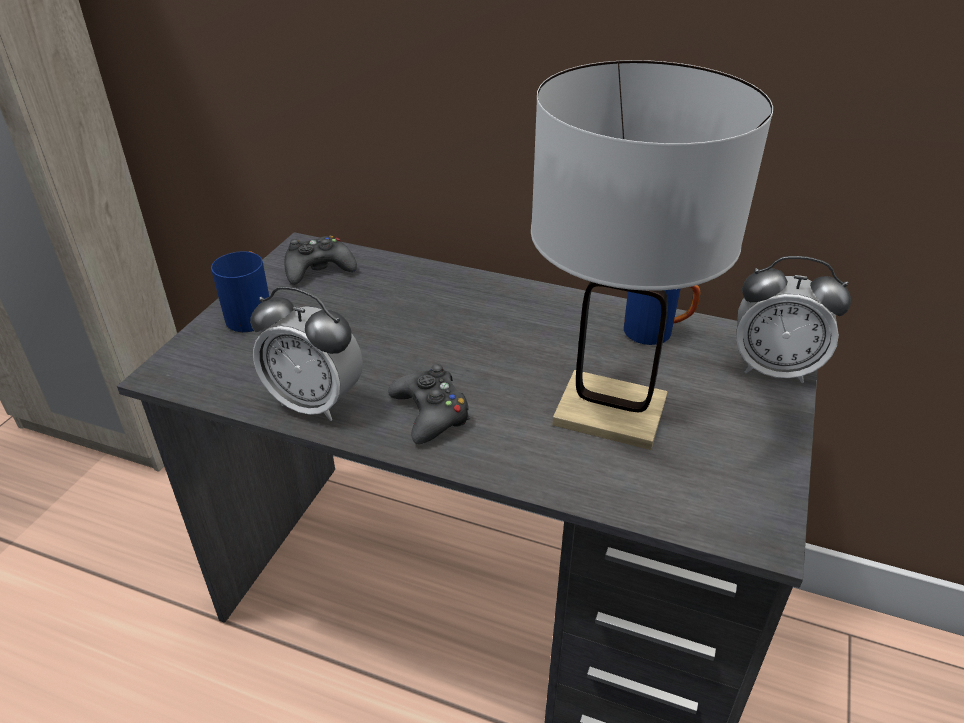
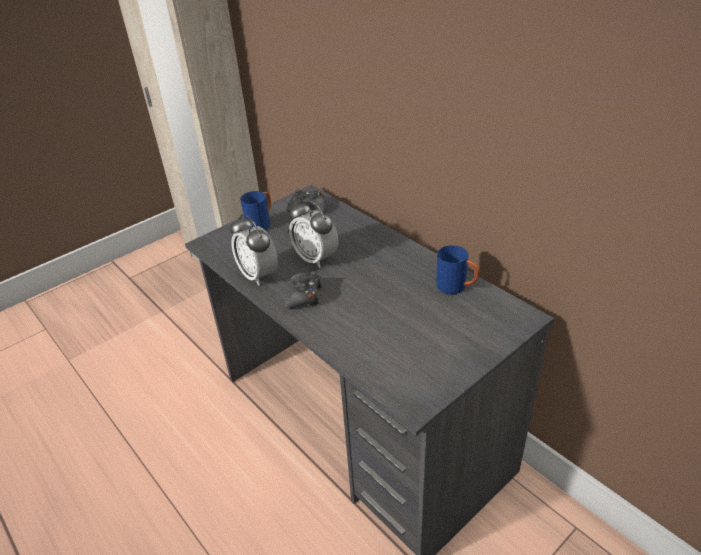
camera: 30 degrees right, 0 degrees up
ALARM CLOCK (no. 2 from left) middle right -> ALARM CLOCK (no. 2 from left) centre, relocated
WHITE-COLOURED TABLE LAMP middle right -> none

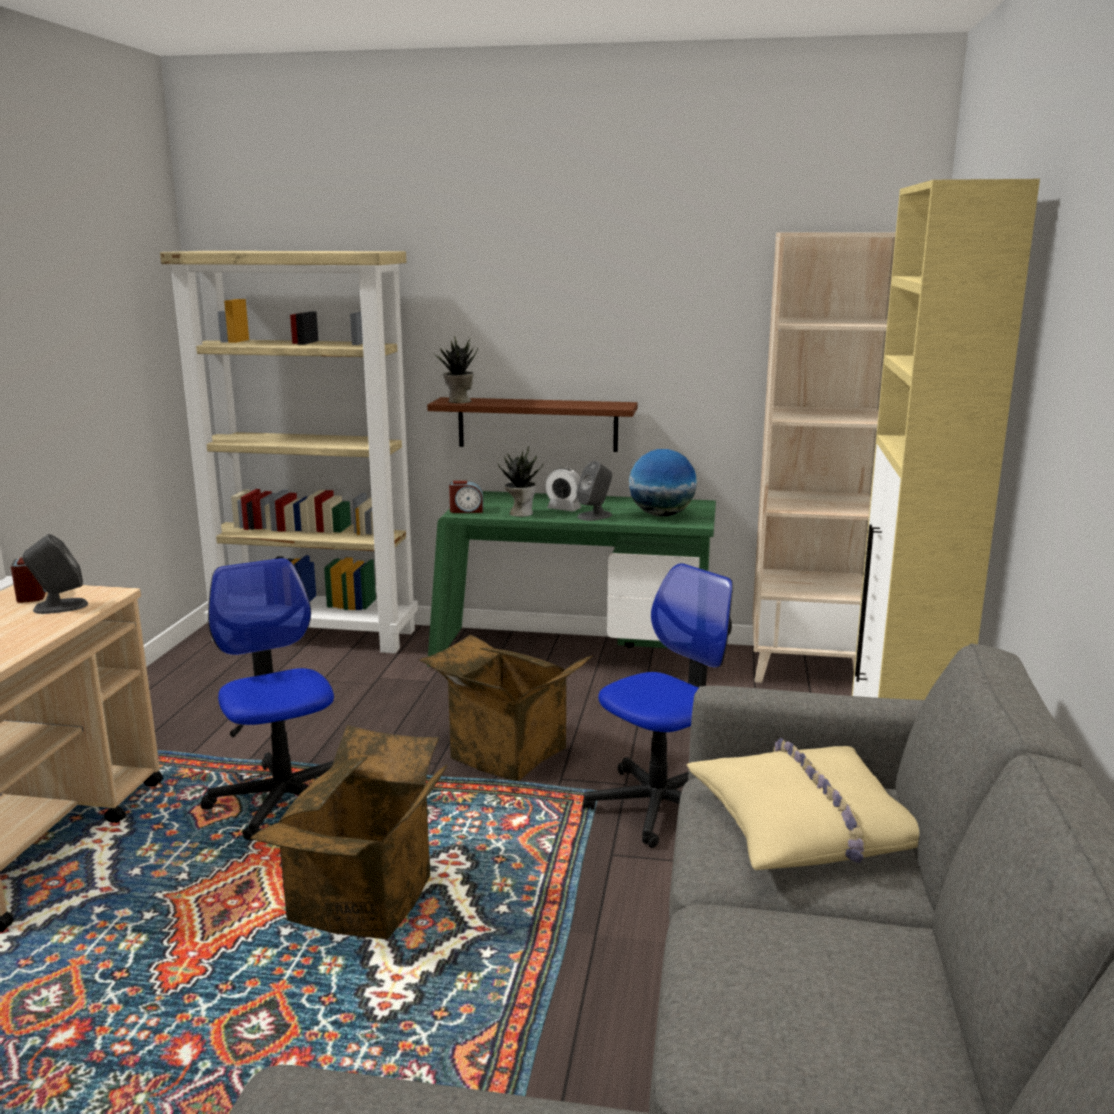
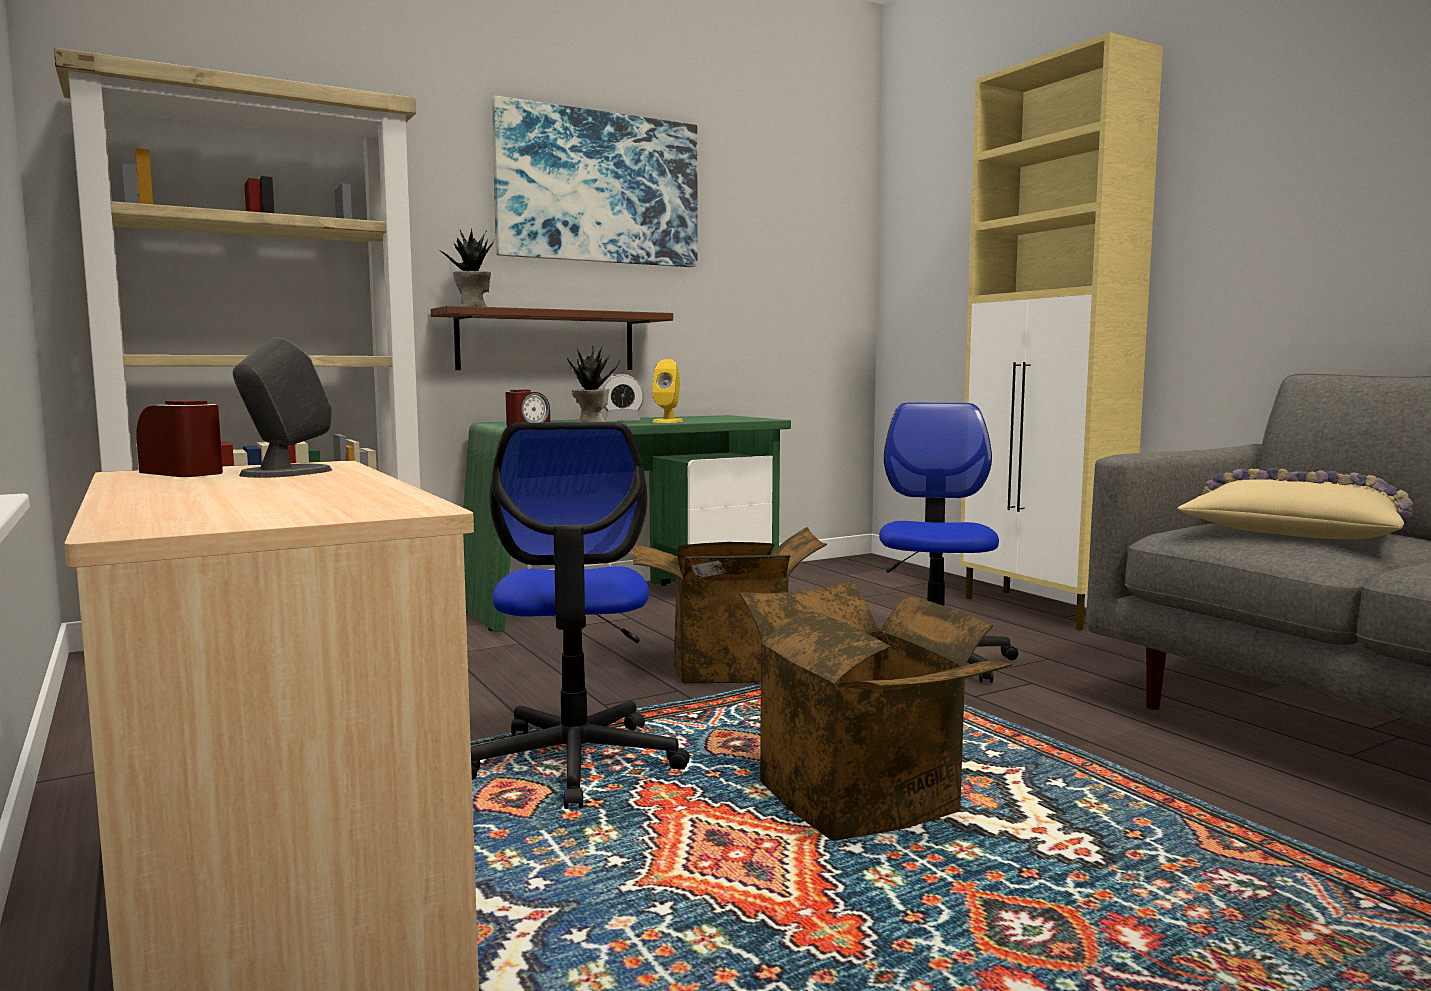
camera: 40 degrees left, 10 degrees down
COMPUTER CHAIR (no. 1 from left) middle left -> COMPUTER CHAIR (no. 1 from left) centre, 120 degrees counterclockwise
none -> PICTURE top centre
GREYISH LOUDSPEAKER (no. 2 from left) centre -> YELLOW-COLOURED LOUDSPEAKER centre
DESK GLOBE centre -> none
BEIGE-COLOURED BOOKCASE (no. 2 from left) middle right -> none

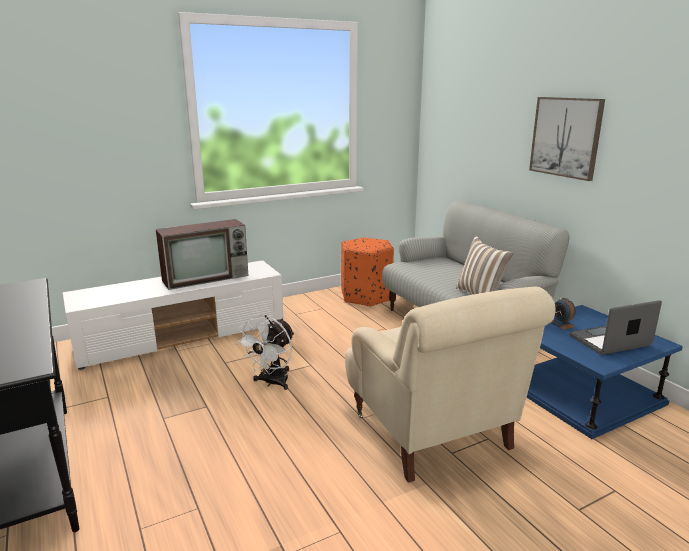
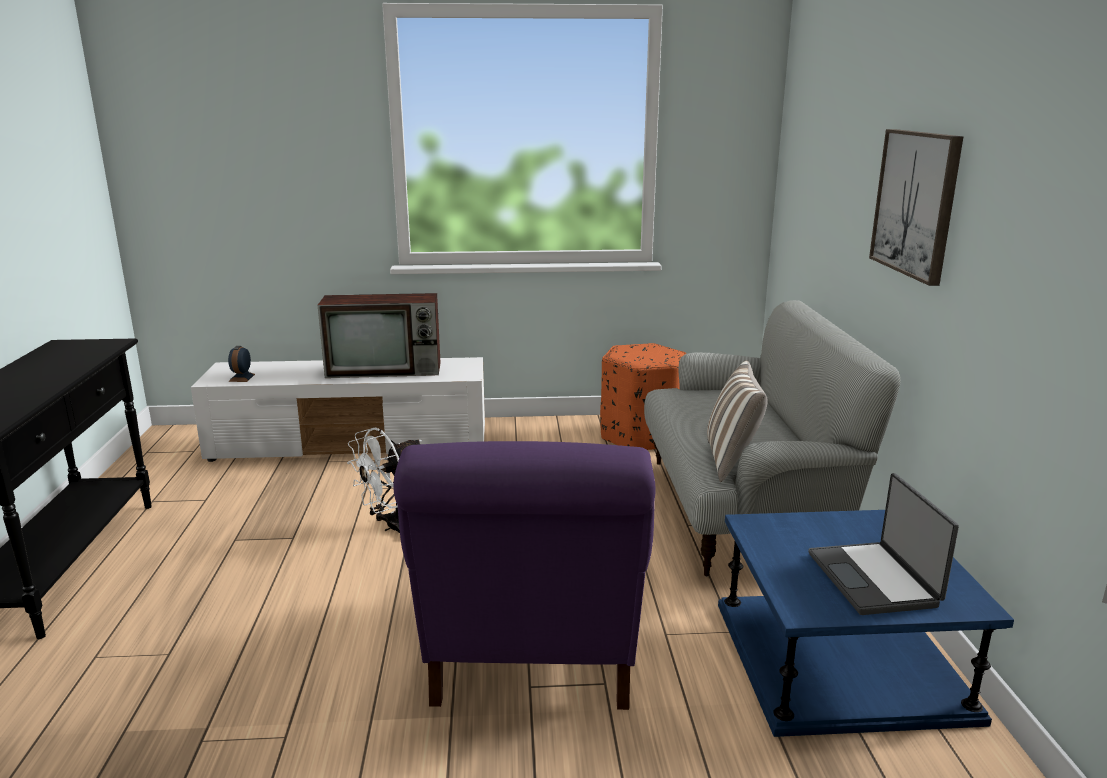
camera: 25 degrees right, 0 degrees up
ALARM CLOCK middle right -> ALARM CLOCK middle left, relocated
BEIGE-COLOURED ARMCHAIR bottom centre -> PURPLE-COLOURED ARMCHAIR bottom centre
NOTEBOOK COMPUTER middle right -> NOTEBOOK COMPUTER bottom right, 105 degrees counterclockwise

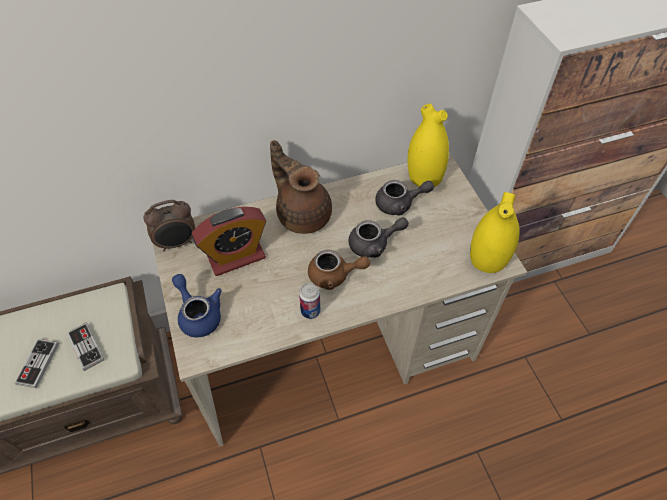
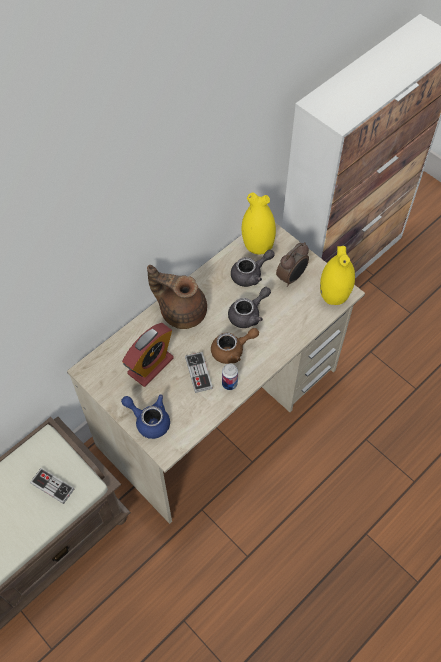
camera: 25 degrees left, 5 degrees up
JOYPAD (no. 1 from left in the first image) bottom left -> JOYPAD (no. 2 from left) centre, relocated
ALARM CLOCK (no. 1 from left in the first image) middle left -> ALARM CLOCK (no. 2 from left) centre, relocated

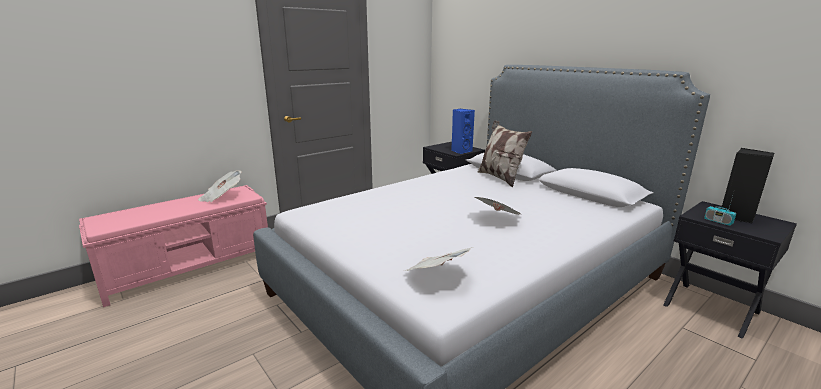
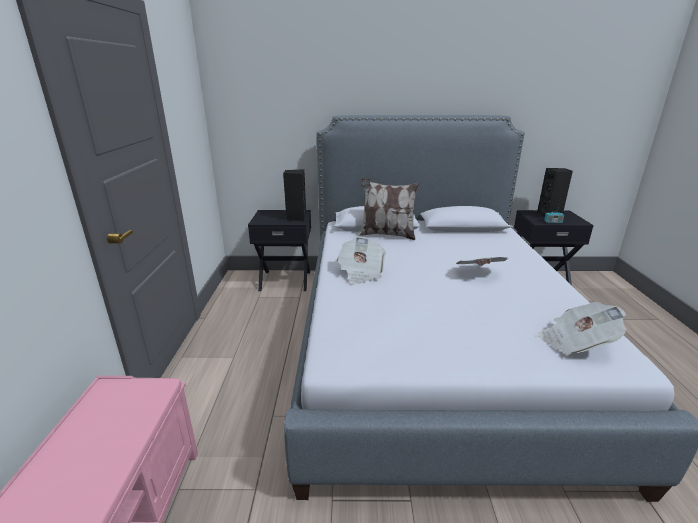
camera: 50 degrees left, 5 degrees up
BLUE LOUDSPEAKER centre -> BLACK LOUDSPEAKER (no. 1 from left) centre
DAILY PAPER (no. 1 from left) middle left -> DAILY PAPER (no. 1 from left) centre, relocated

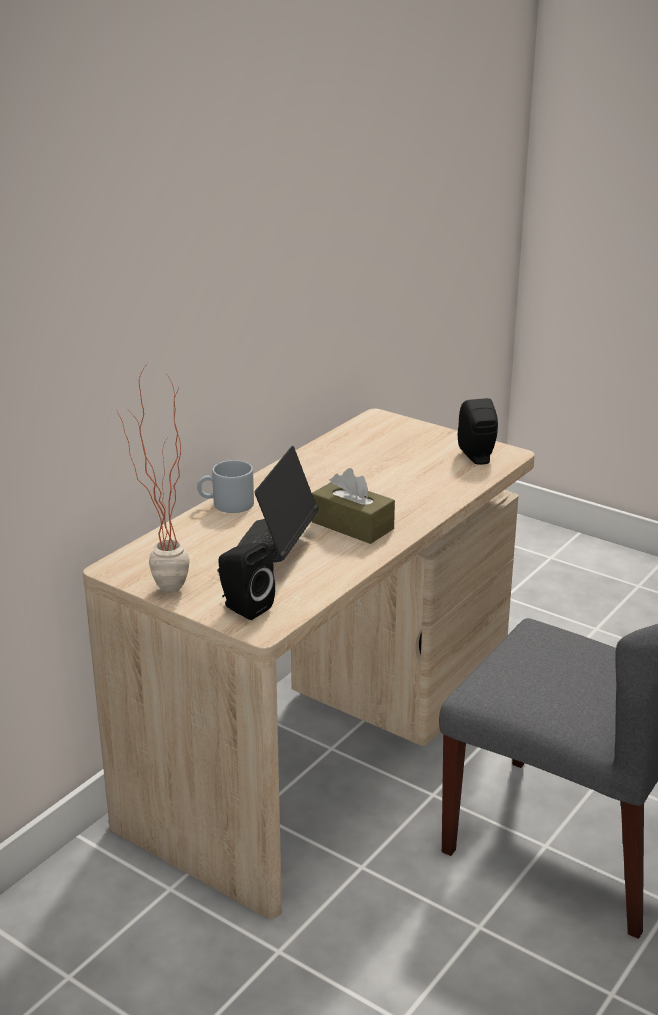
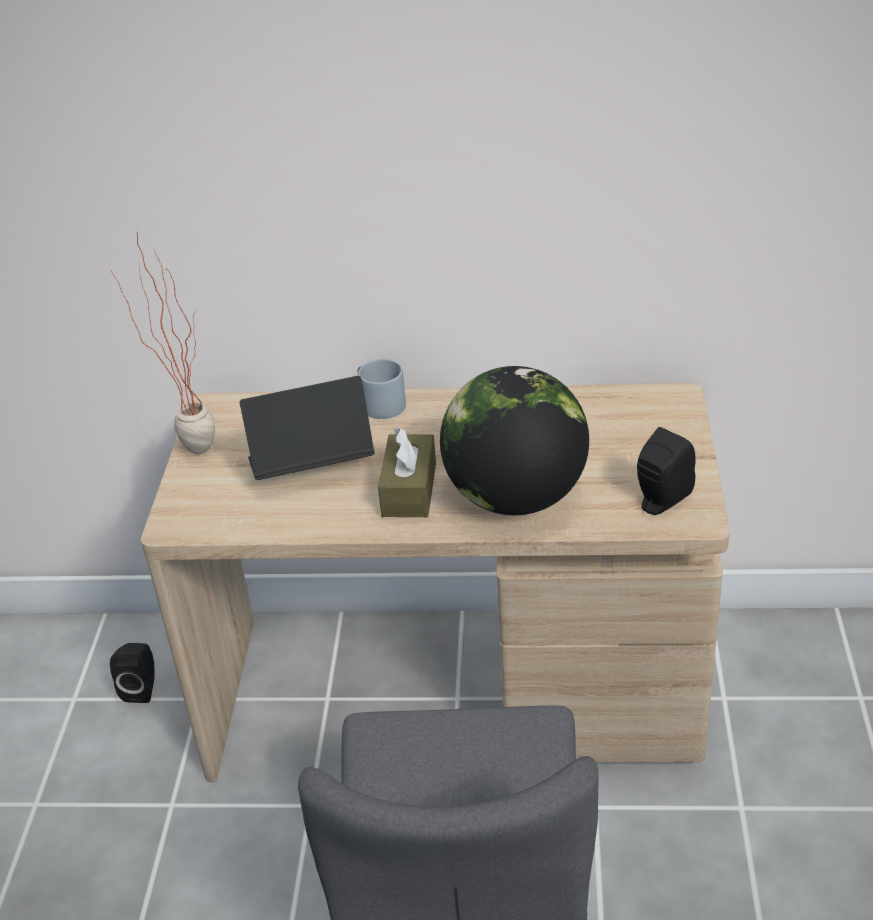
camera: 60 degrees right, 10 degrees up
BLACK LOUDSPEAKER (no. 1 from left) centre -> BLACK LOUDSPEAKER (no. 1 from left) bottom left, relocated
none -> DESK GLOBE centre

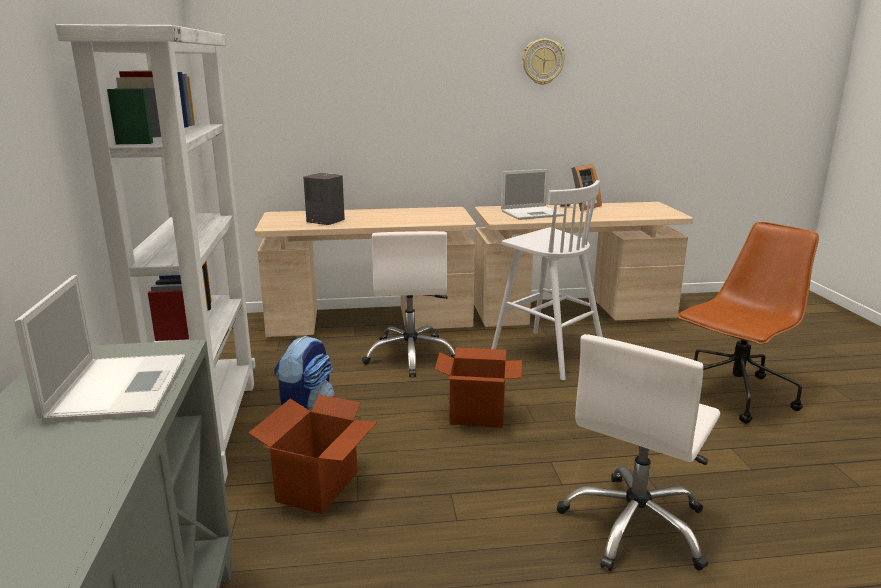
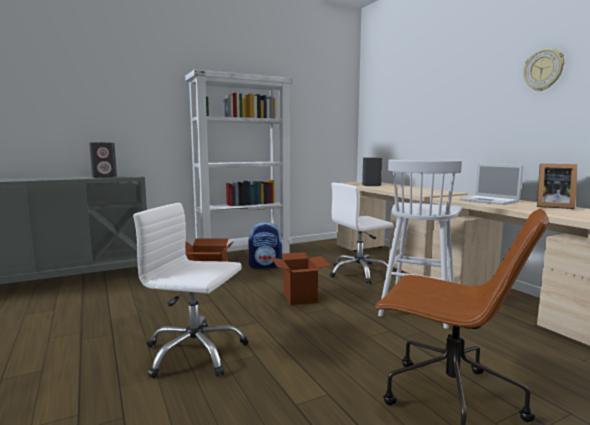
camera: 70 degrees right, 10 degrees down
NOTEBOOK COMPUTER (no. 1 from left) middle left -> GREYISH LOUDSPEAKER (no. 1 from left) middle left

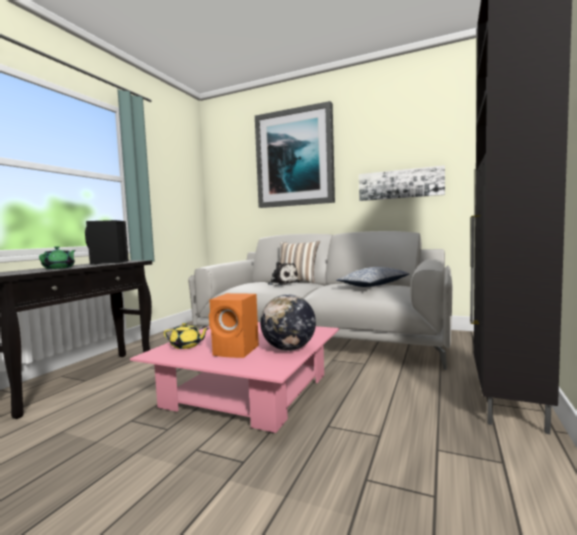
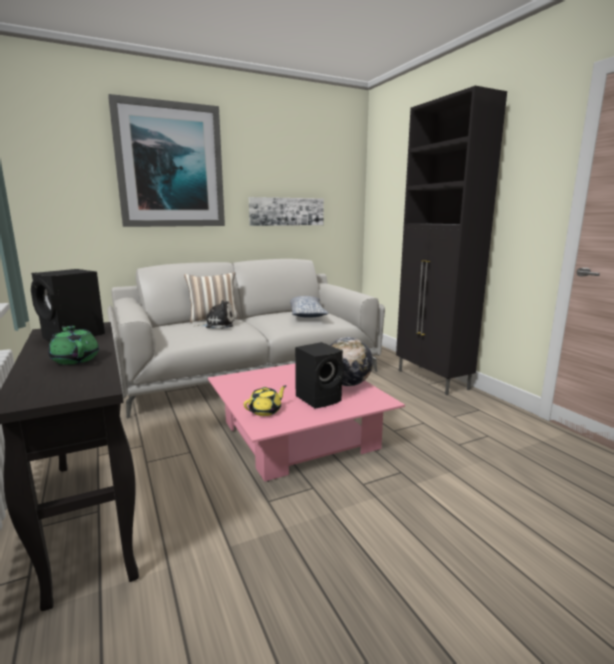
camera: 50 degrees left, 10 degrees up
ORANGE-COLOURED LOUDSPEAKER centre -> BLACK LOUDSPEAKER (no. 2 from left) centre

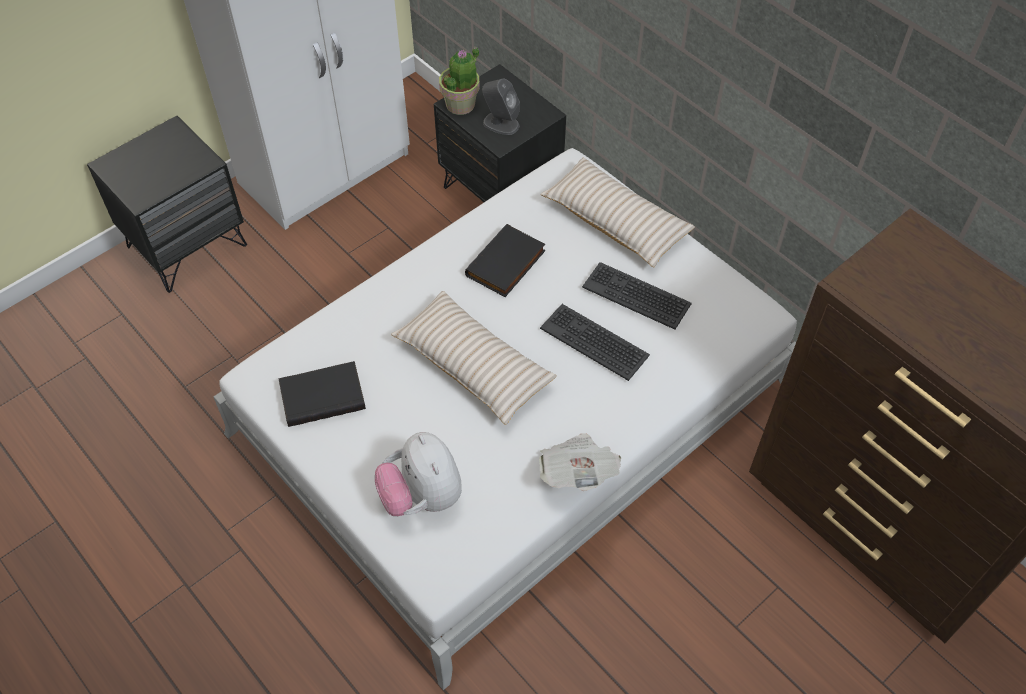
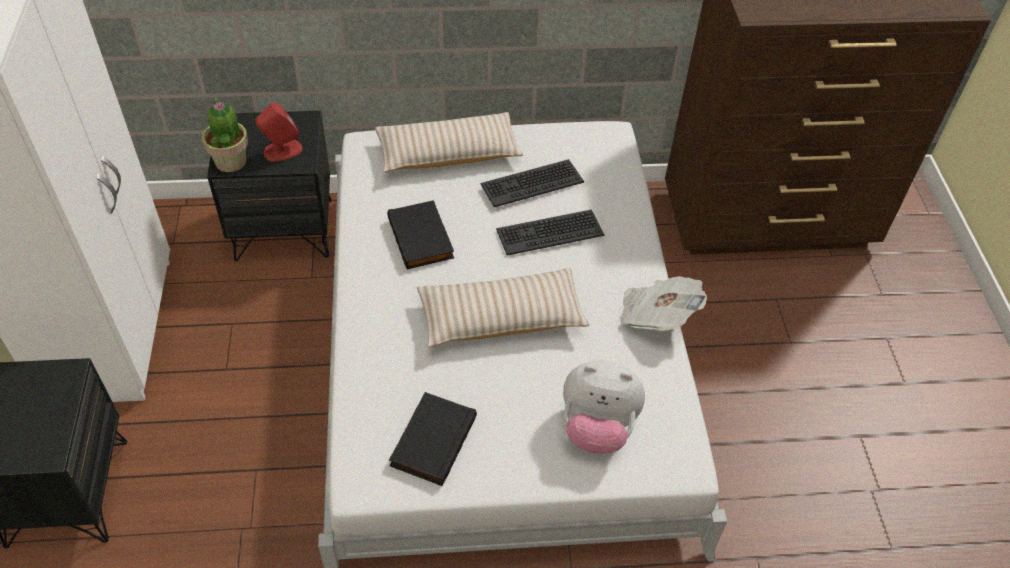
camera: 55 degrees left, 5 degrees down
GREYISH LOUDSPEAKER top centre -> REDDISH LOUDSPEAKER top left

